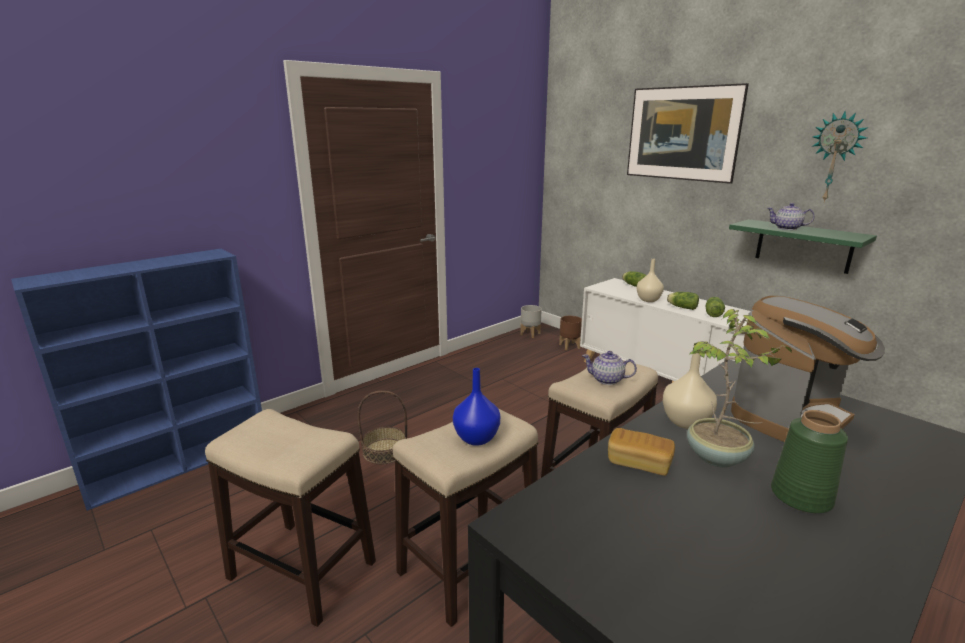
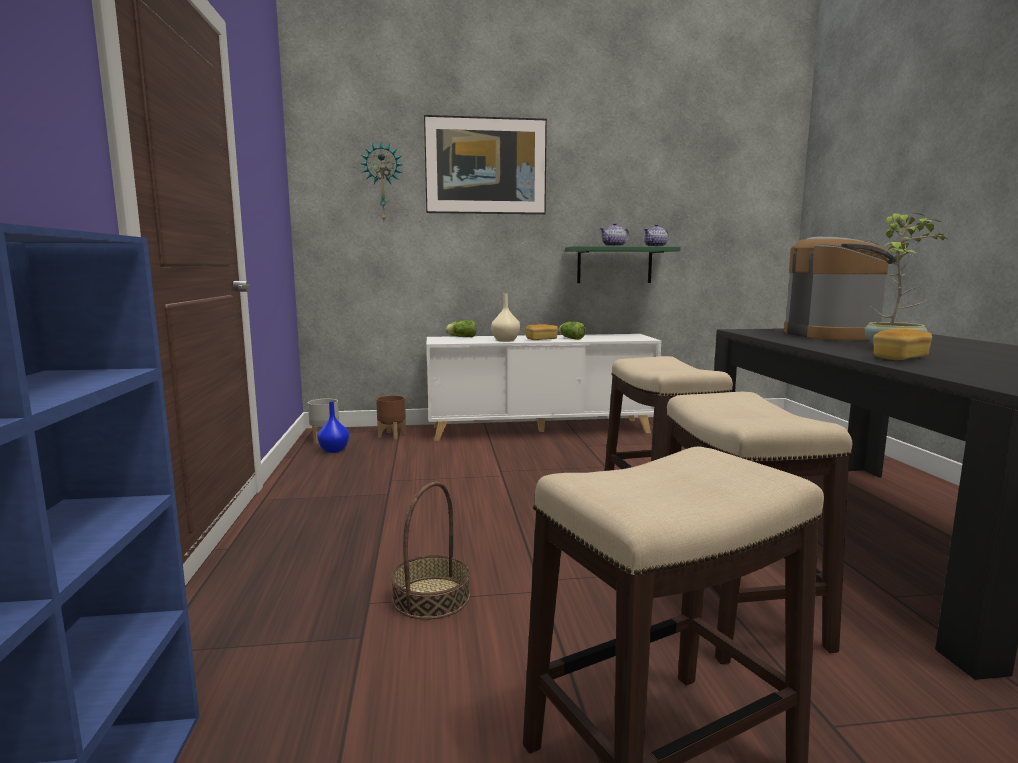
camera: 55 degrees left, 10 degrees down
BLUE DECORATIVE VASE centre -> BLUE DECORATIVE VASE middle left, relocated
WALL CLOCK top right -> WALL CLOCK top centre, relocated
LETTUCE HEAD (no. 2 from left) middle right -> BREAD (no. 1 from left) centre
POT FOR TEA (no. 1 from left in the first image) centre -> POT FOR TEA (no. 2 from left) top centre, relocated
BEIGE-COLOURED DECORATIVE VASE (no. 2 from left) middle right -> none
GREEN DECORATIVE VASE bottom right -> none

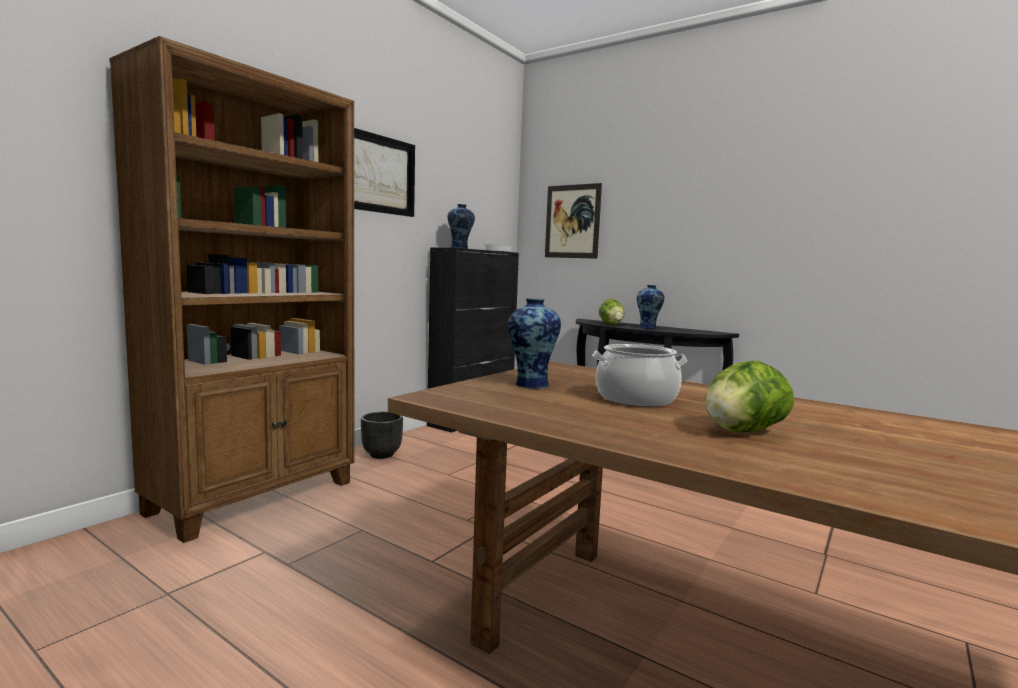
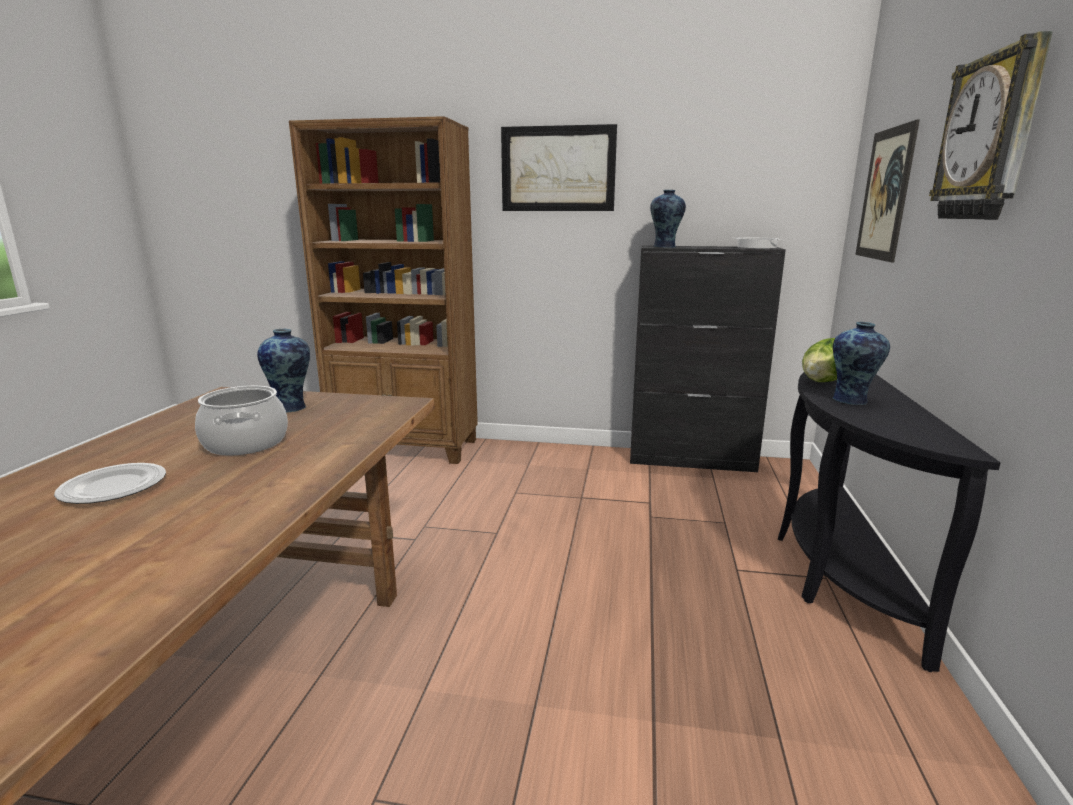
camera: 65 degrees right, 10 degrees up
LETTUCE HEAD (no. 2 from left) middle right -> FLAT DISH middle left
none -> WALL CLOCK top right
BLACK PLANT POT centre -> none

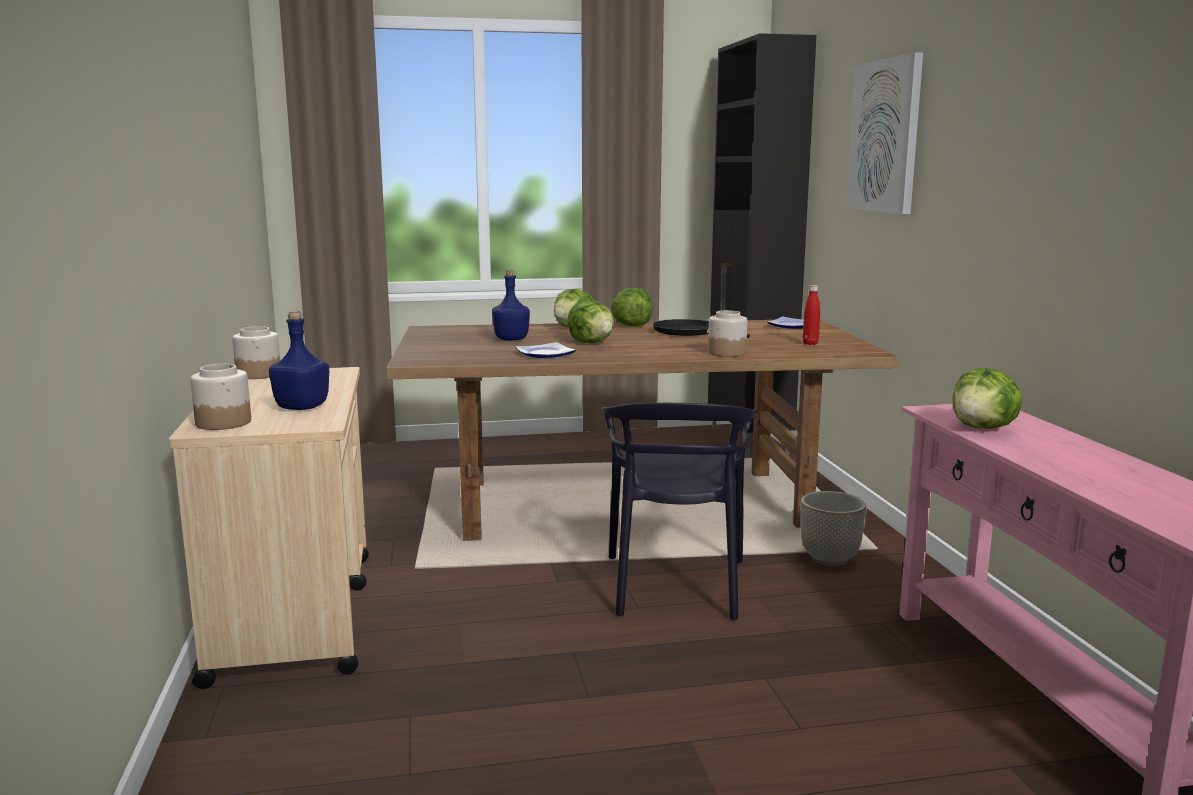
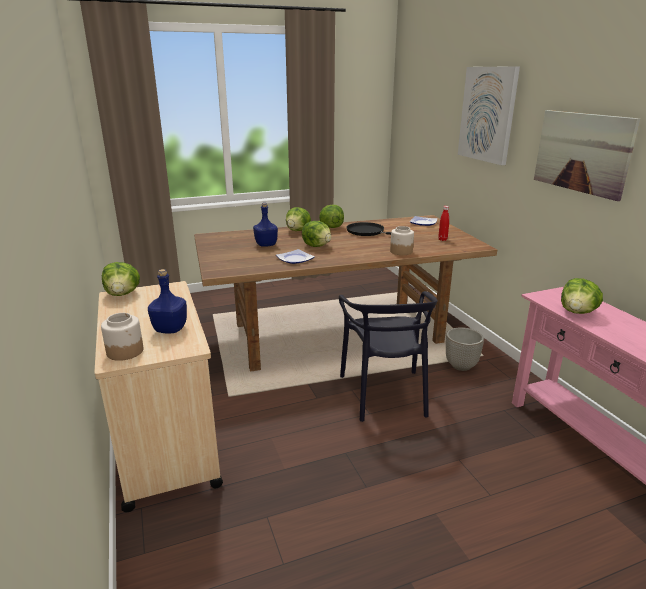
camera: 10 degrees left, 10 degrees up
JAR (no. 2 from left) middle left -> LETTUCE HEAD (no. 1 from left) middle left
none -> PICTURE (no. 2 from left) top right
BLACK CABINET top centre -> none

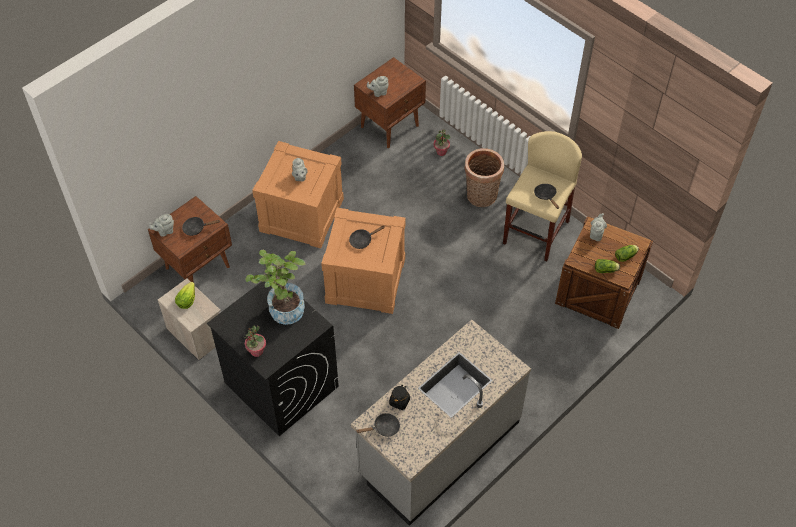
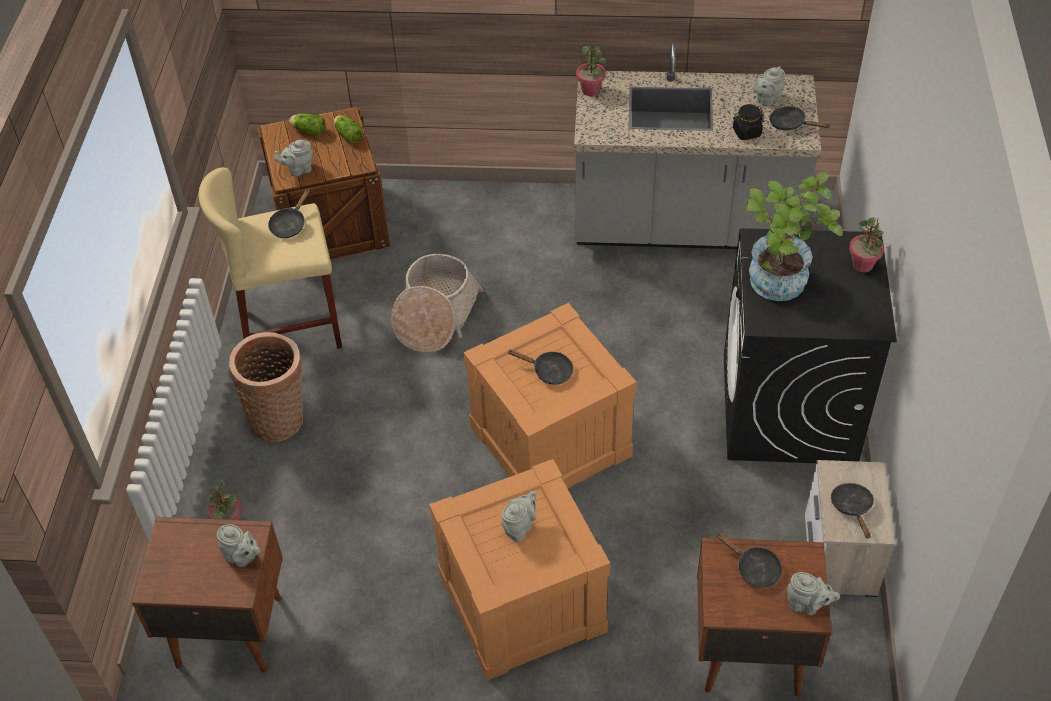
camera: 130 degrees left, 5 degrees down
none -> BASKET (no. 2 from left) centre
none -> POTTED PLANT (no. 2 from left) top centre
none -> GREYISH POT FOR TEA (no. 4 from left) top right
LETTUCE HEAD (no. 1 from left) middle left -> BLACK PAN (no. 5 from left) bottom right

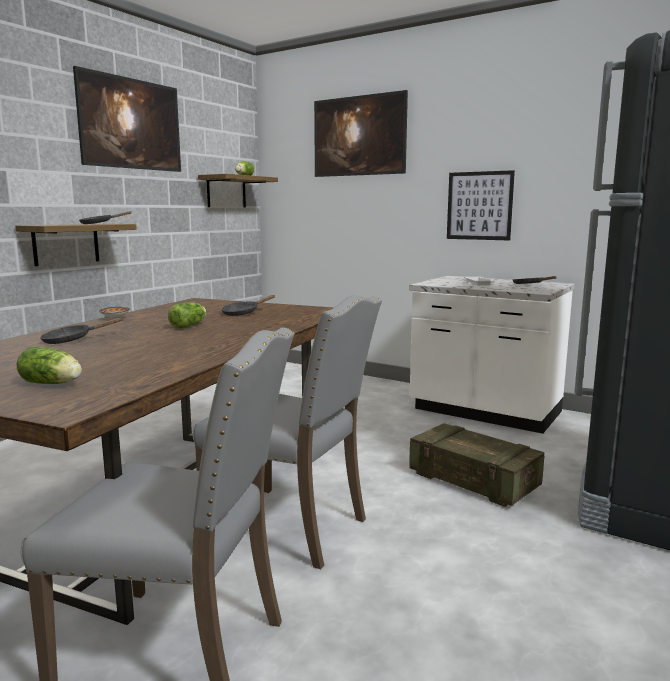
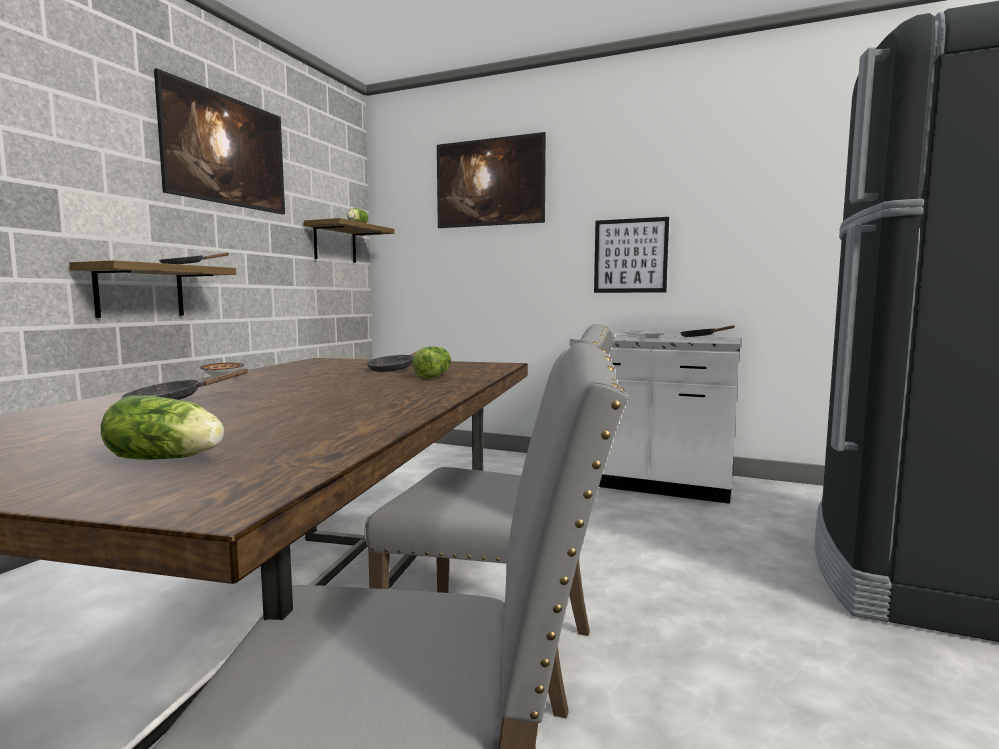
camera: 10 degrees left, 5 degrees down
LETTUCE HEAD (no. 2 from left in the first image) middle left -> LETTUCE HEAD (no. 3 from left) centre, relocated
PACKING CRATE bottom right -> none

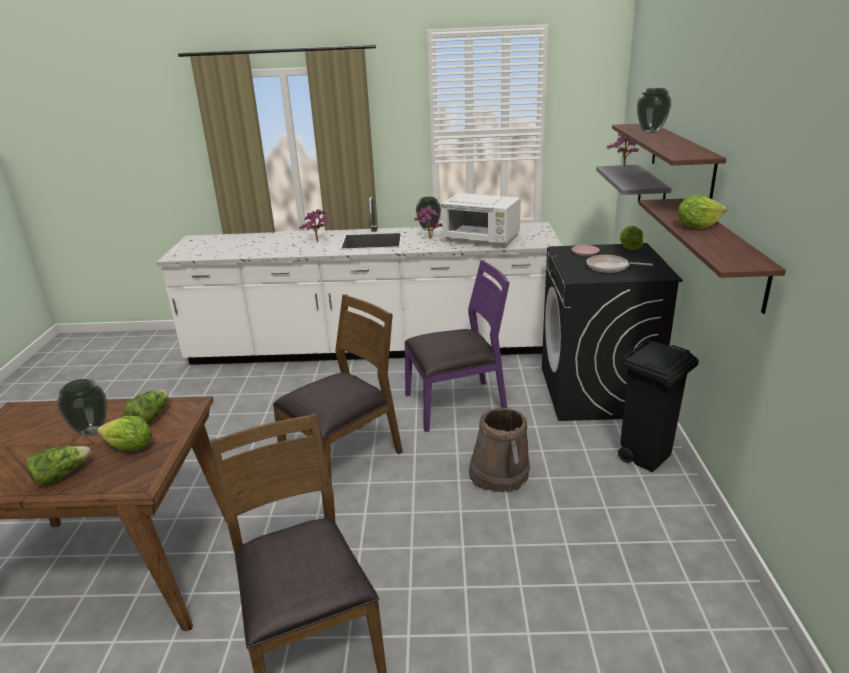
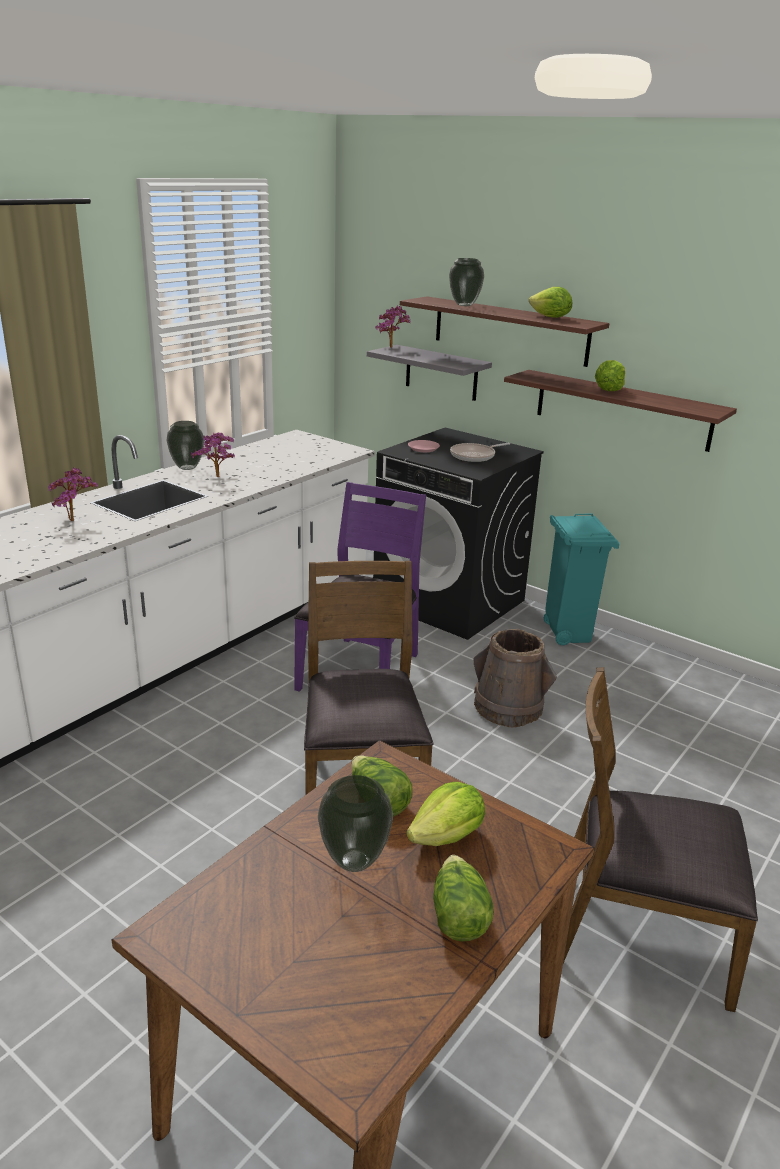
camera: 55 degrees left, 0 degrees up
LETTUCE HEAD (no. 4 from left) middle right -> LETTUCE HEAD (no. 4 from left) top right, relocated
BLACK WASTE BIN middle right -> TURQUOISE-COLOURED WASTE BIN middle right
WHITE-COLOURED MICROWAVE OVEN top centre -> none

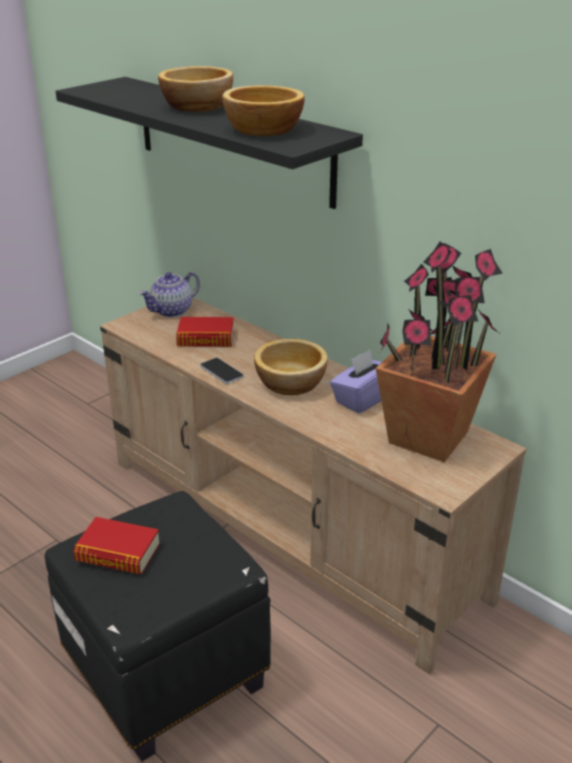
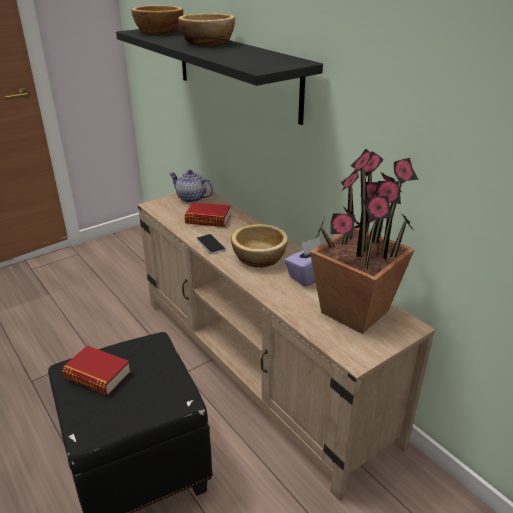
camera: 10 degrees right, 0 degrees up
SERVING BOWL (no. 2 from left in the first image) top centre -> SERVING BOWL (no. 1 from left) top left, relocated
POT FOR TEA middle left -> POT FOR TEA centre, 60 degrees clockwise

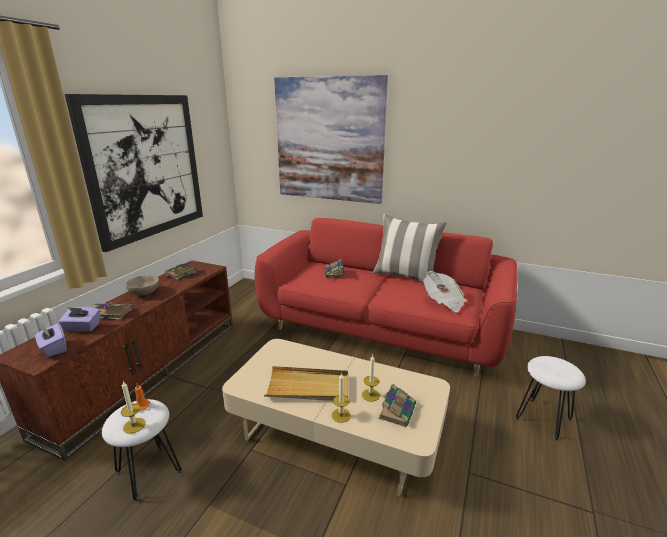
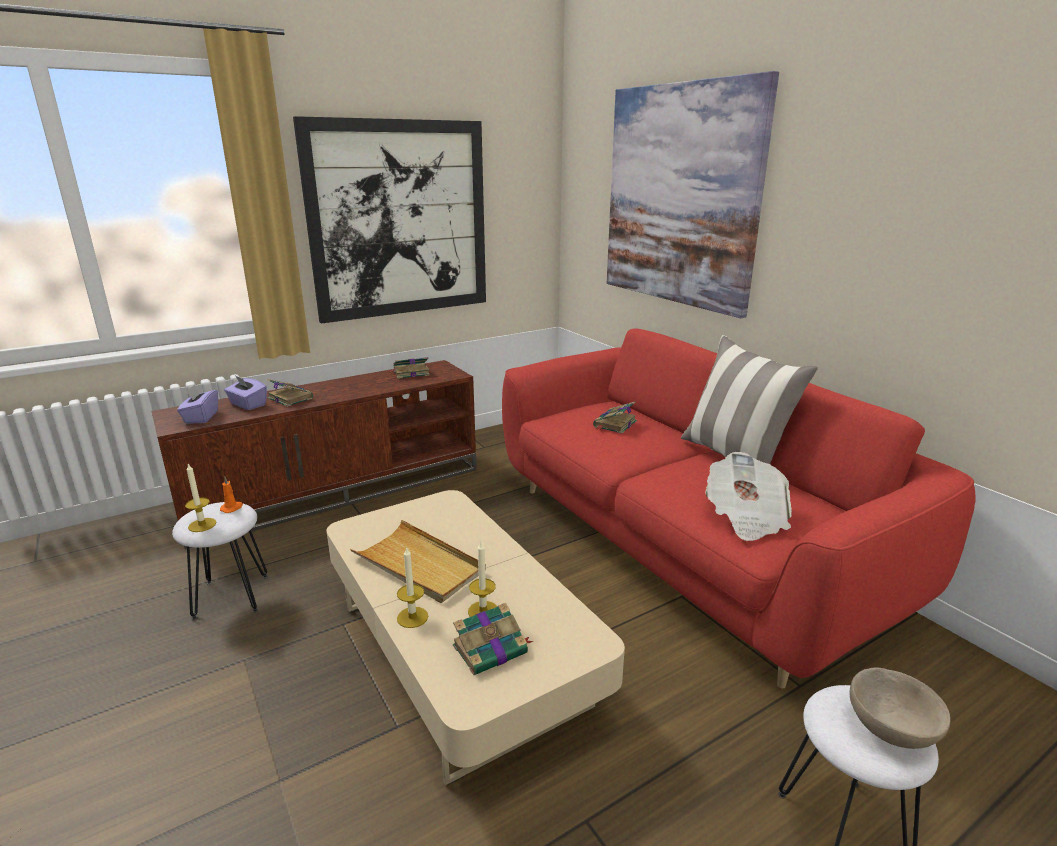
camera: 35 degrees right, 0 degrees up
BEIGE-COLOURED SERVING BOWL middle left -> BEIGE-COLOURED SERVING BOWL bottom right, relocated

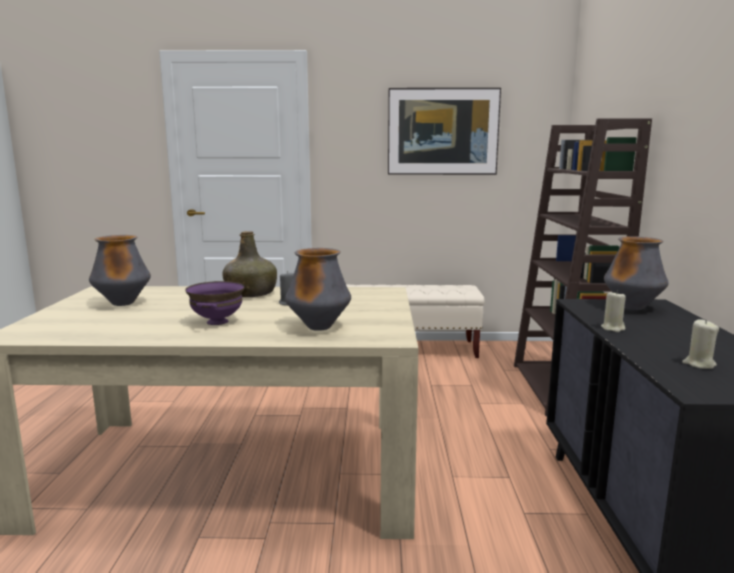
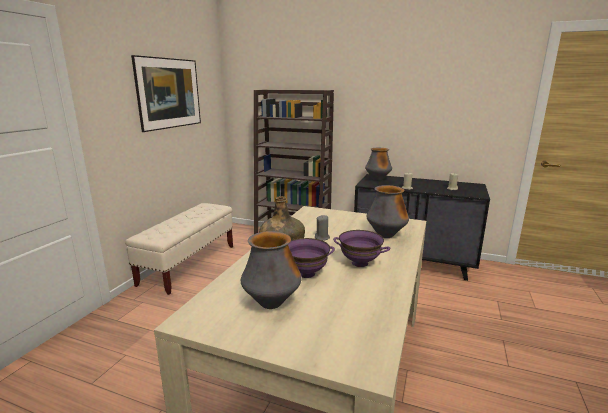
camera: 70 degrees left, 5 degrees up
none -> PURPLE-COLOURED SERVING BOWL (no. 1 from left) centre

